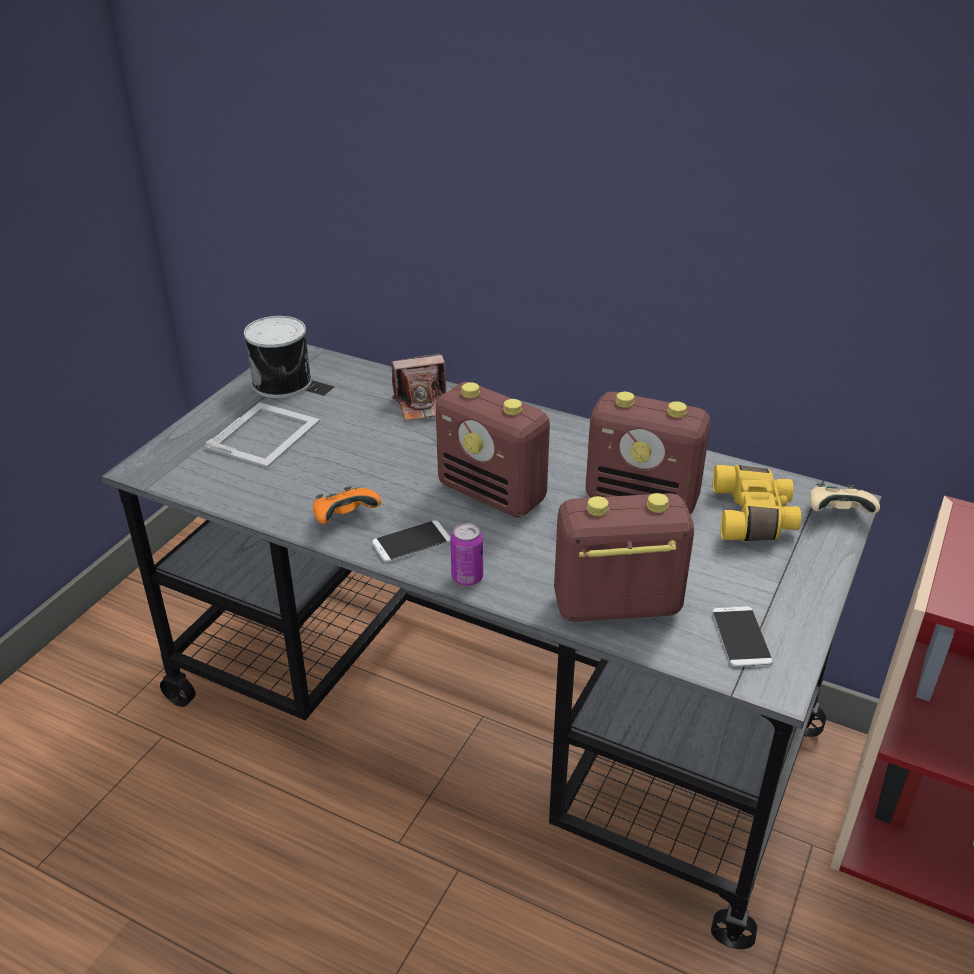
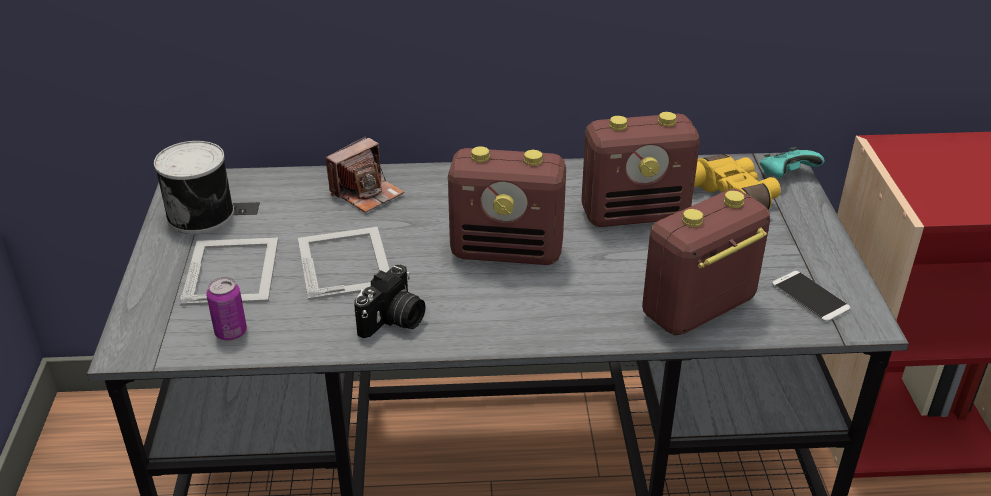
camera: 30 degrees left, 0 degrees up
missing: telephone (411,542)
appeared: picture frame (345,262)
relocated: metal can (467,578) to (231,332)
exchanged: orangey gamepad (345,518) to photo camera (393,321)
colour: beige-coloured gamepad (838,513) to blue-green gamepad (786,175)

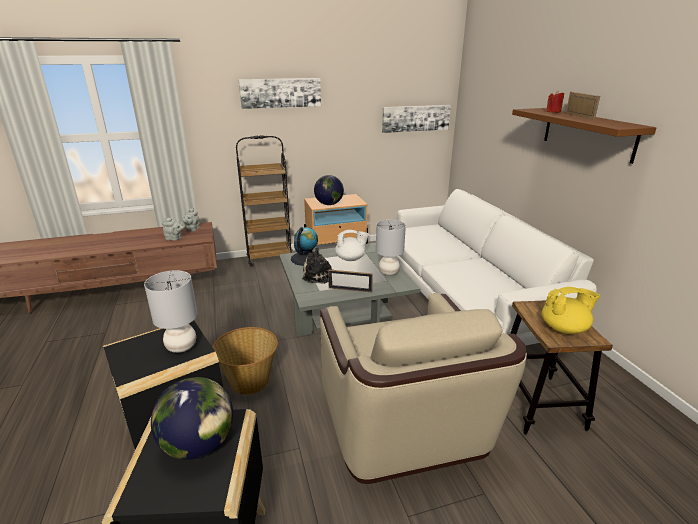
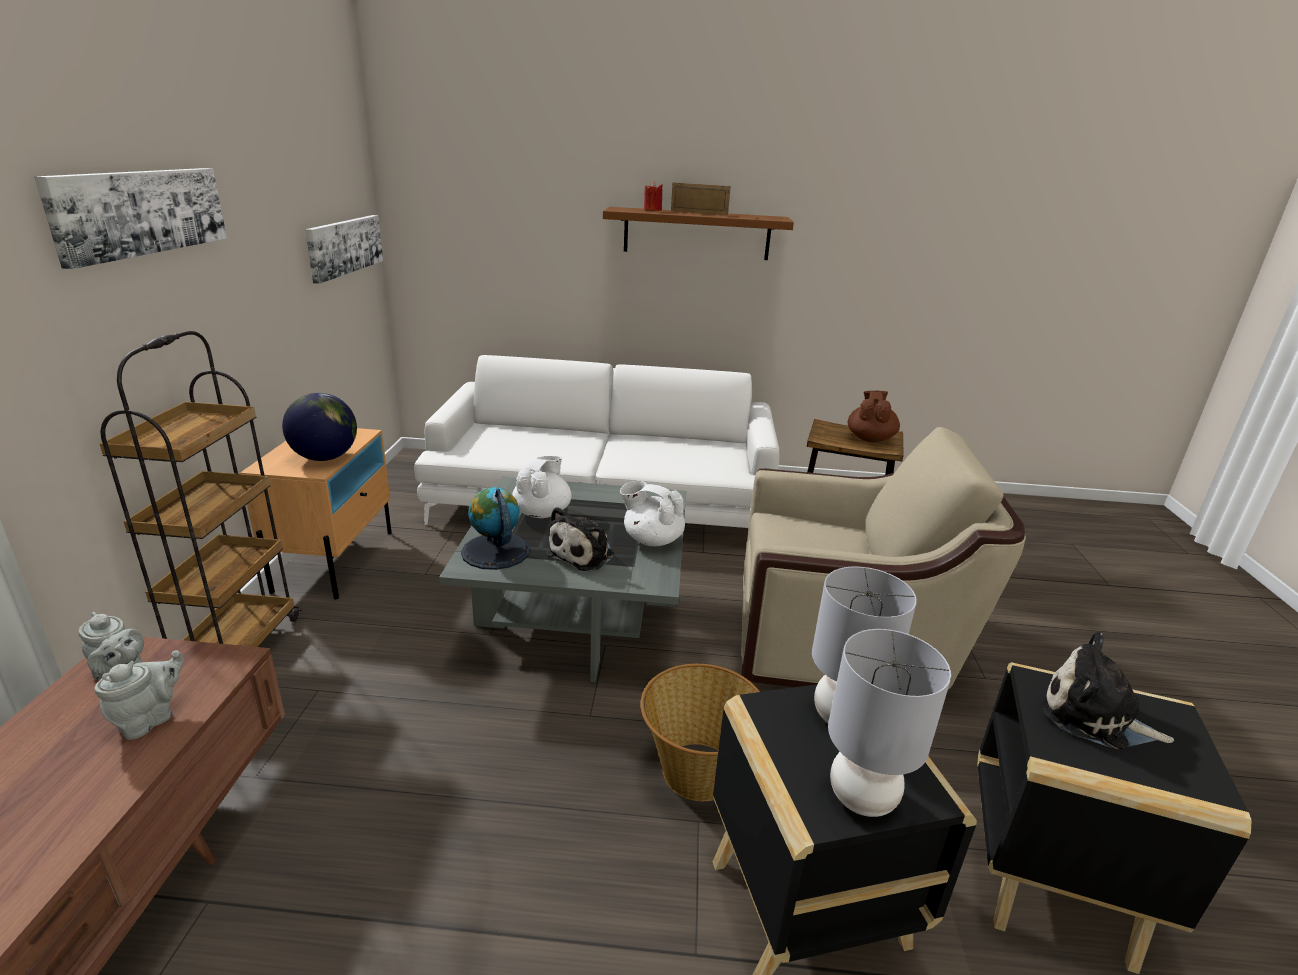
camera: 70 degrees left, 0 degrees up
relocated: grey lamp for a table (388,272) to (861,797)
exchanged: world globe (198,445) to soft toy (1094,716); picture frame (350,290) to whitish tea pot (652,539)
colour: yellow tea pot (564,329) to brownish tea pot (870,438)

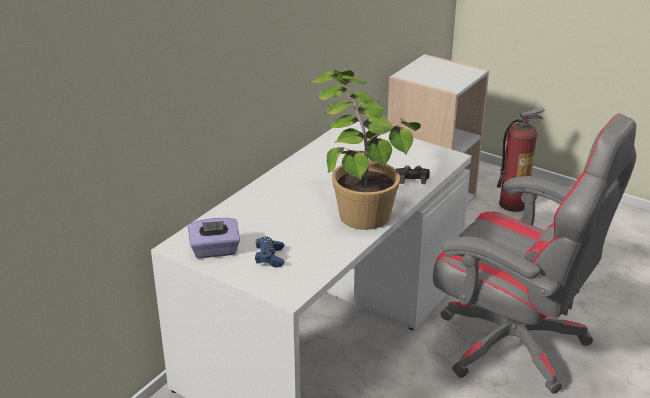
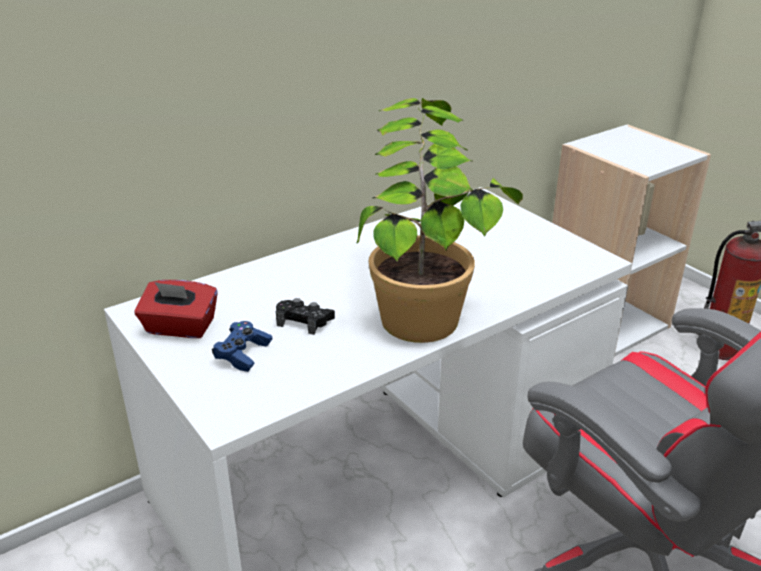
camera: 20 degrees right, 0 degrees up
relocated: blackish gamepad (412,178) to (304,321)
colour: purple box of tissues (215,251) to reddish box of tissues (180,328)

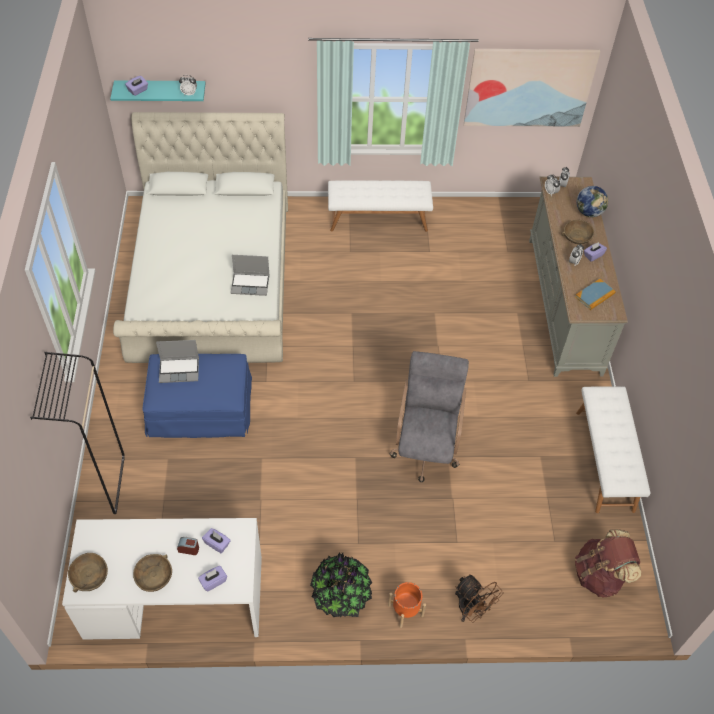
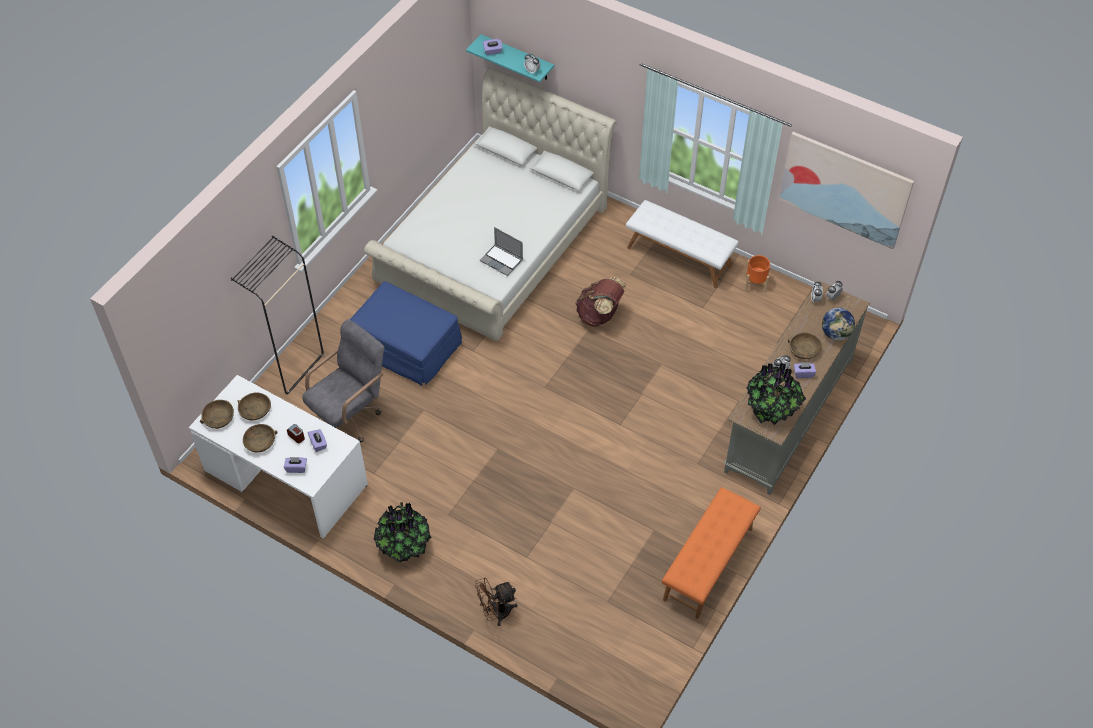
camera: 35 degrees right, 0 degrees up
missing: portable computer (180,370)
appeared: brownish bowl (255,410)
relocated: orangey plant pot (405,610) to (755,283); grey office chair (425,449) to (351,416); brownish rucksack (599,575) to (599,315)
exchanged: book (594,295) to potted plant (772,408)
colour: whitish long seat (605,460) to orangey long seat (708,564)
spun: brownish fan (471,610) = (496,612) 75 degrees clockwise

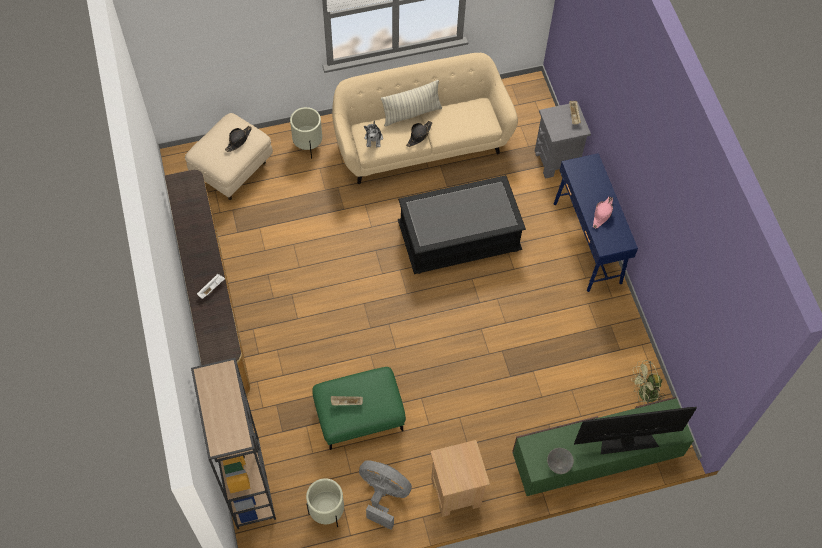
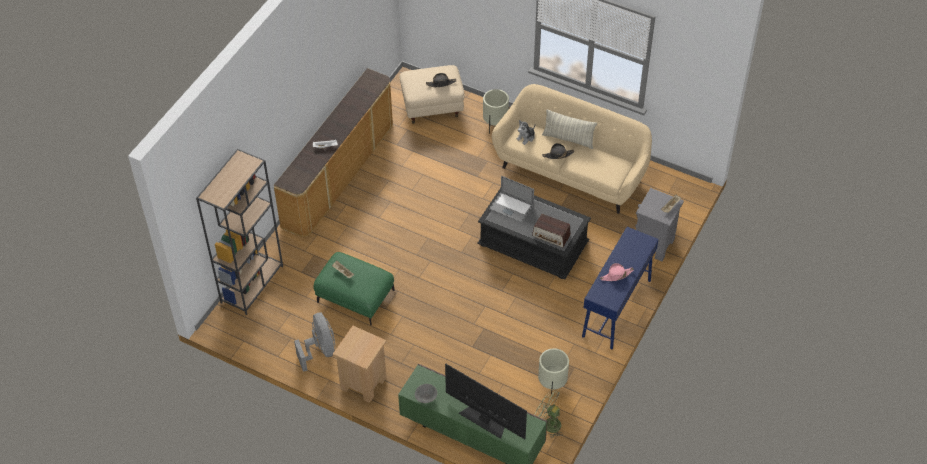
camera: 45 degrees right, 10 degrees down
appeared: portable computer (511,207); radio (551,236)
relocated: beige-coloured plant pot (326,512) to (552,384)

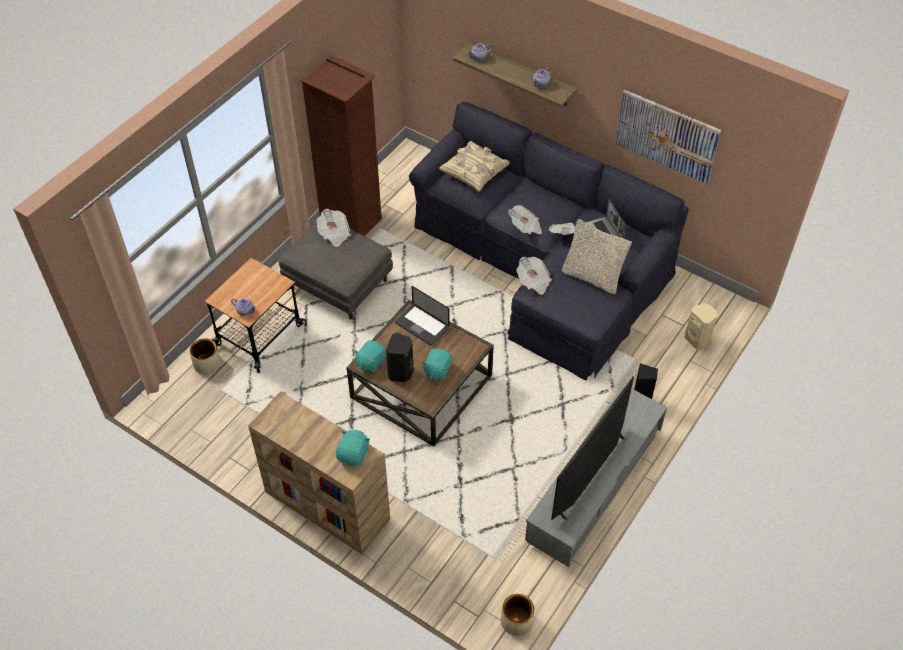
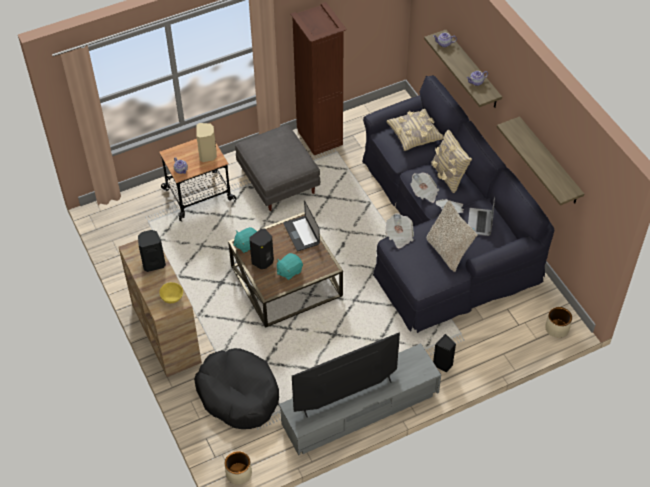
camera: 30 degrees right, 0 degrees up
missing: printed paper (334,234)
appeared: blackish audio speaker (153,263); blackish dog bed (238,394); beige-coloured throw pillow (448,176)
relocated: beige-coloured plant pot (207,364) to (557,328); beige-coloured audio speaker (697,340) to (208,155)
exchanged: blue-green soft toy (353,454) to yellow bowl (171,297); picture (666,136) to wall shelf (549,162)

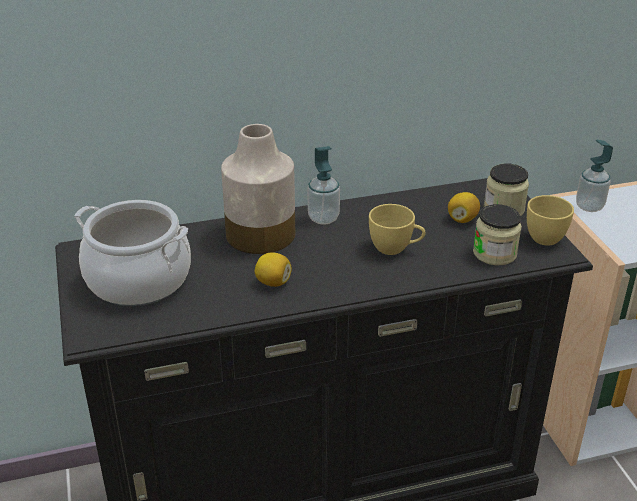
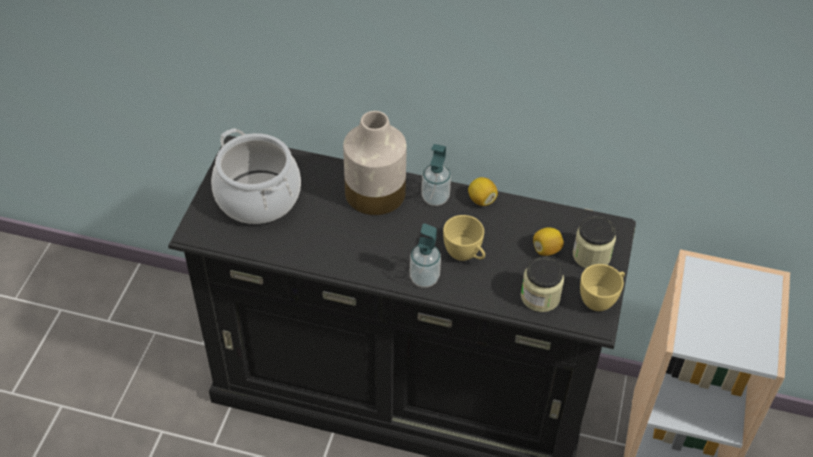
camera: 30 degrees right, 15 degrees up
relocated: citrus fruit (273,282) to (481,200); soap bottle (589,206) to (424,278)

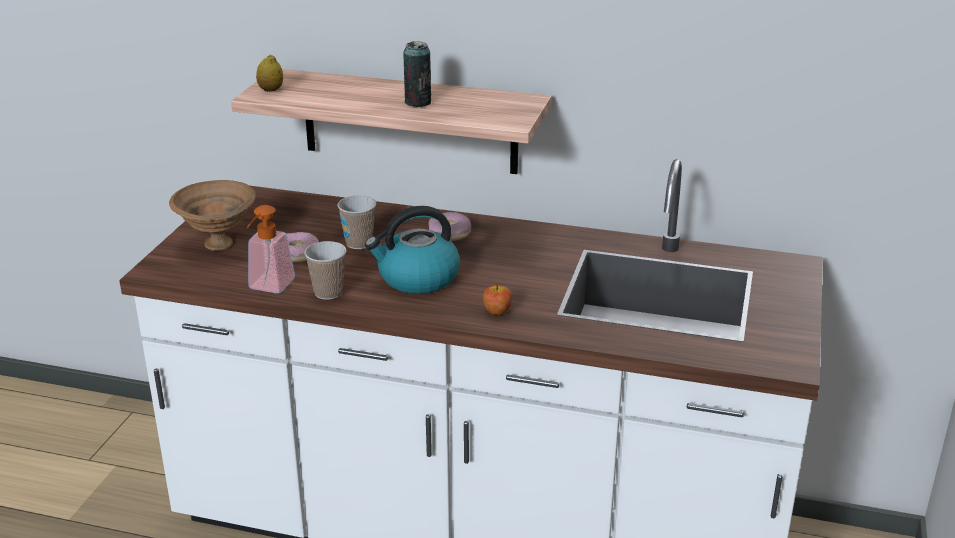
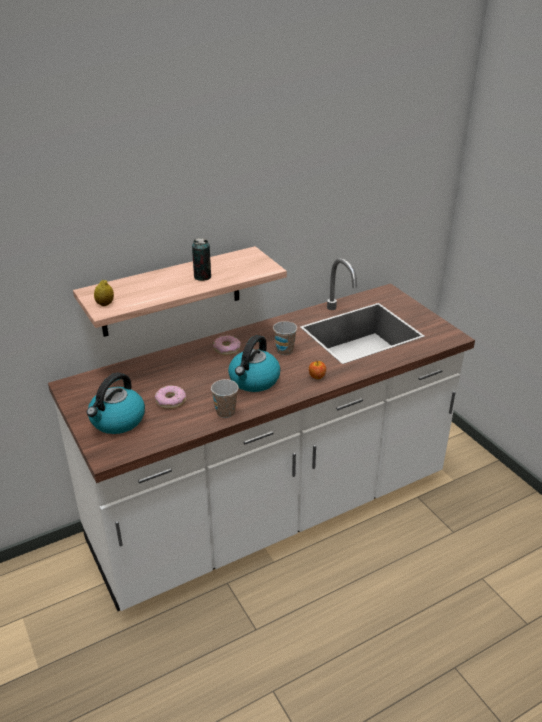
camera: 45 degrees left, 5 degrees up
missing: soap bottle (268,288)
relocated: drinking cup (359,243) to (284,351)
exchanged: brownish bowl (219,245) to water kettle (117,421)

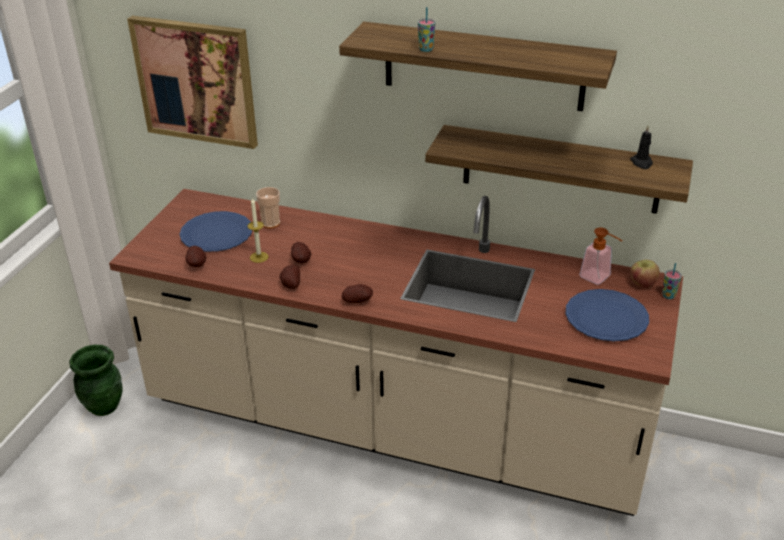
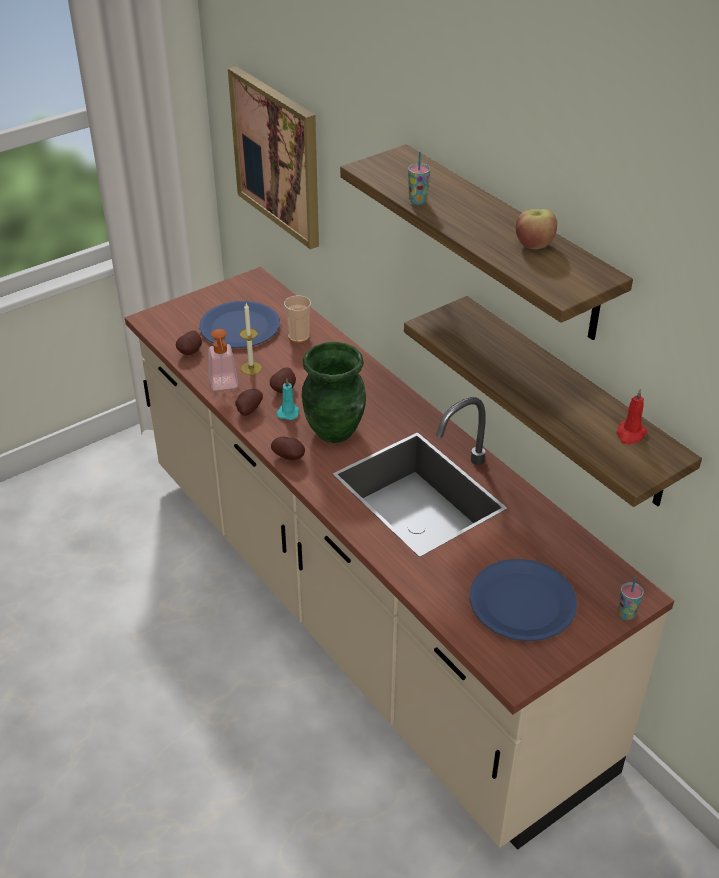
camera: 35 degrees right, 5 degrees up
appeared: blue-green wax light (288,412)
relocated: greenish flower vase (104,406) to (335,430); soap bottle (599,278) to (224,386); apple (642,284) to (534,244)
colour: blackish wax light (641,163) to reddish wax light (630,434)

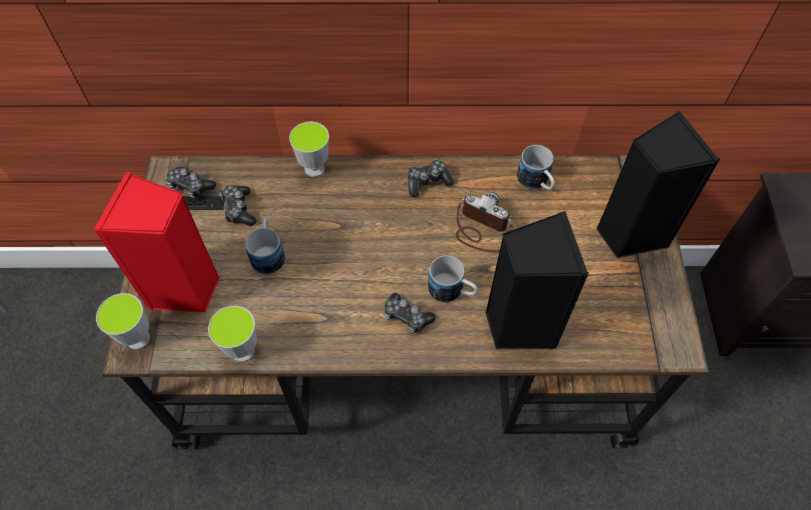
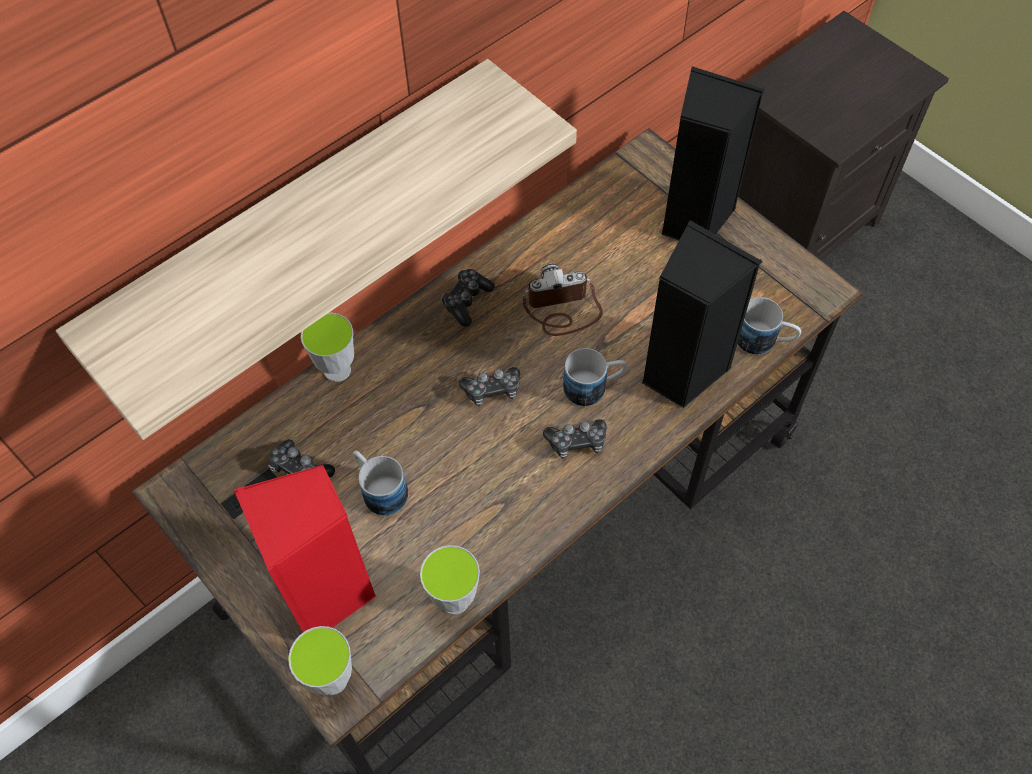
camera: 40 degrees left, 0 degrees up
appeared: wall shelf (299,223)
relocated: gamepad (190,186) to (492,390); coffee mug (536,182) to (764,341)

